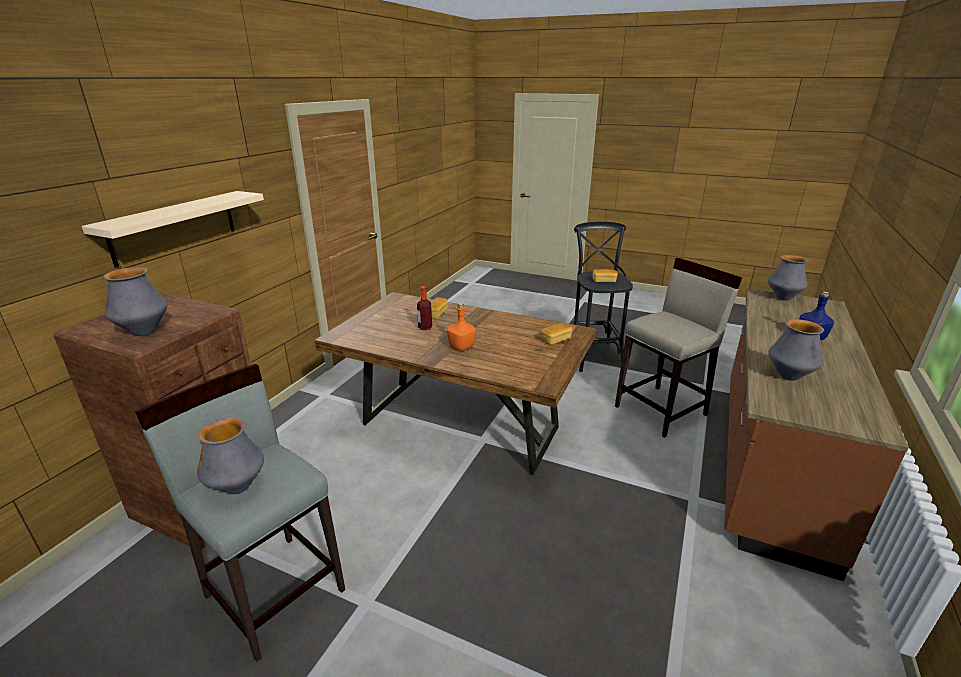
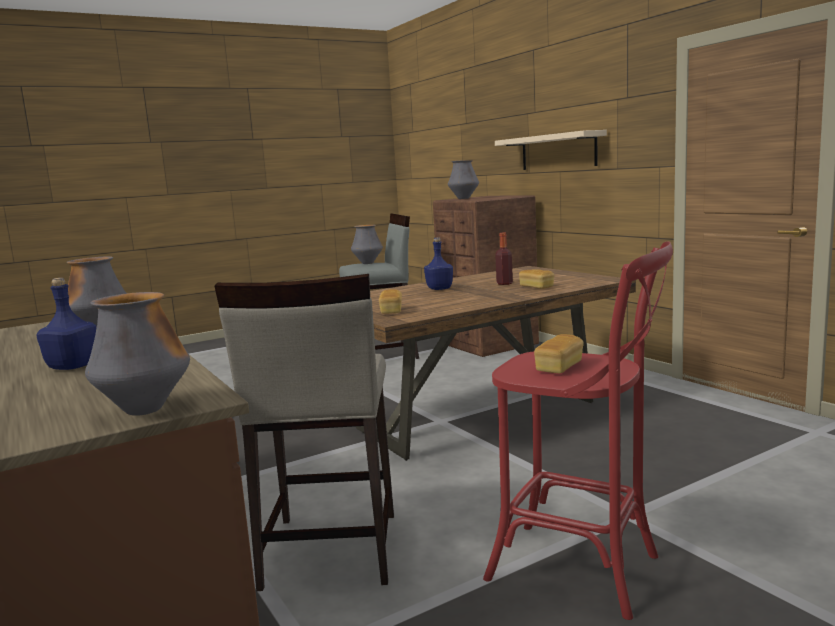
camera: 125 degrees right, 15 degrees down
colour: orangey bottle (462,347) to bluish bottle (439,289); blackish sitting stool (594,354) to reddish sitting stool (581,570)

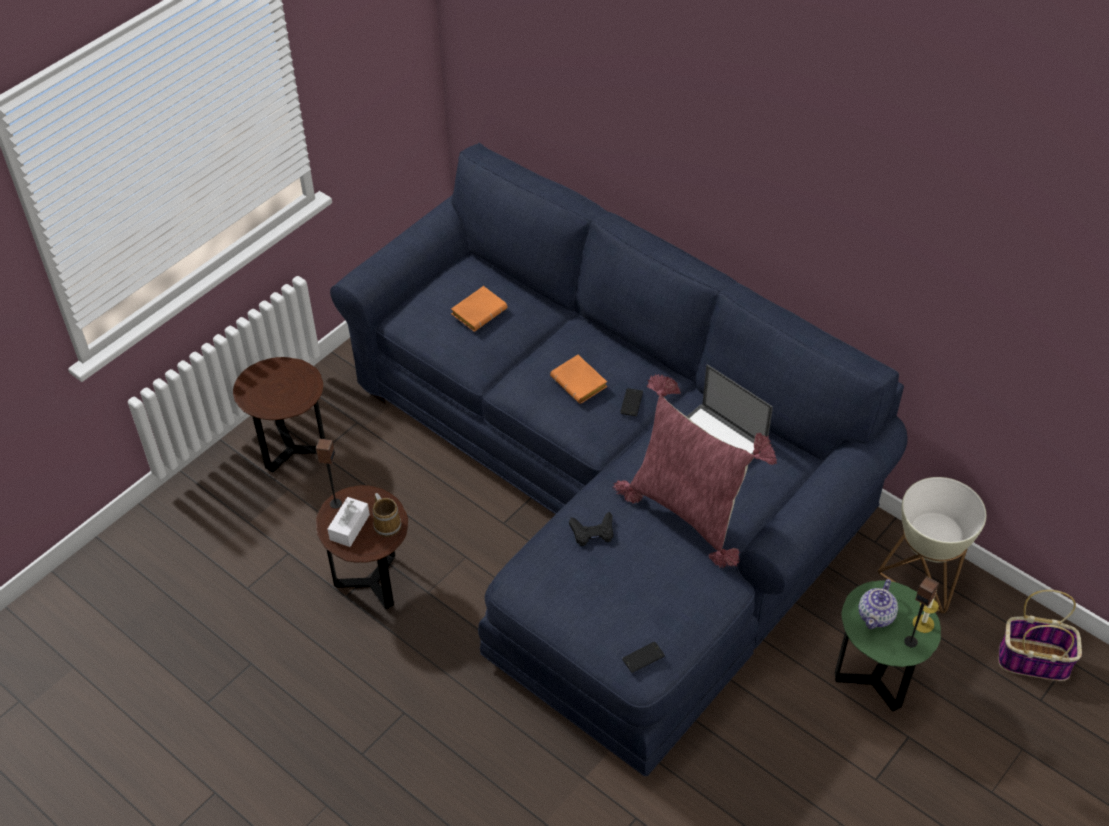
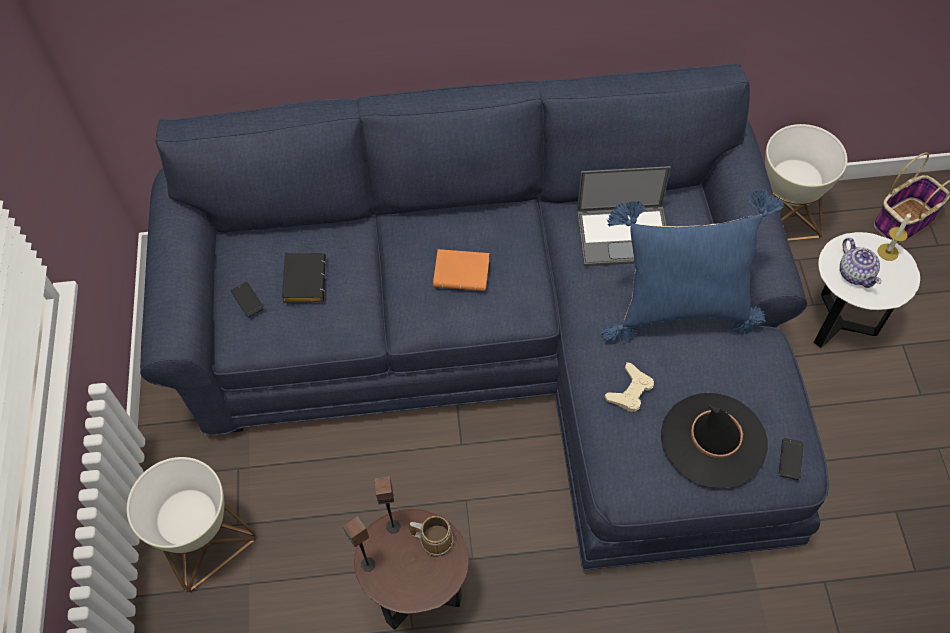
camera: 45 degrees left, 10 degrees up
missing: whitish box of tissues (349,527)
appeared: blackish hat (713,440)
relocated: telephone (631,402) to (247,300); audio speaker (911,641) to (393,526)
exchanged: brownish accent table (292,450) to plant pot (208,545)
colour: orangey book (479,311) to blackish book (303,279); blackish gamepad (593,532) to beige-coloured gamepad (630,391); reddish throw pillow (689,517) to bluish throw pillow (677,313); greenish accent table (874,680) to whitish accent table (839,324)

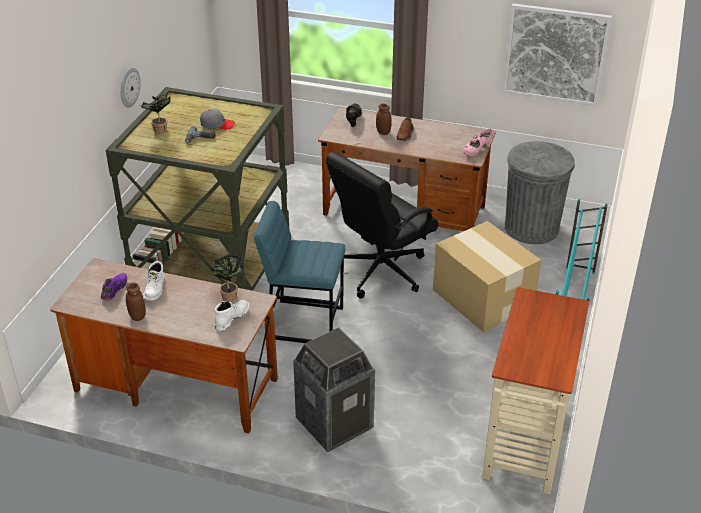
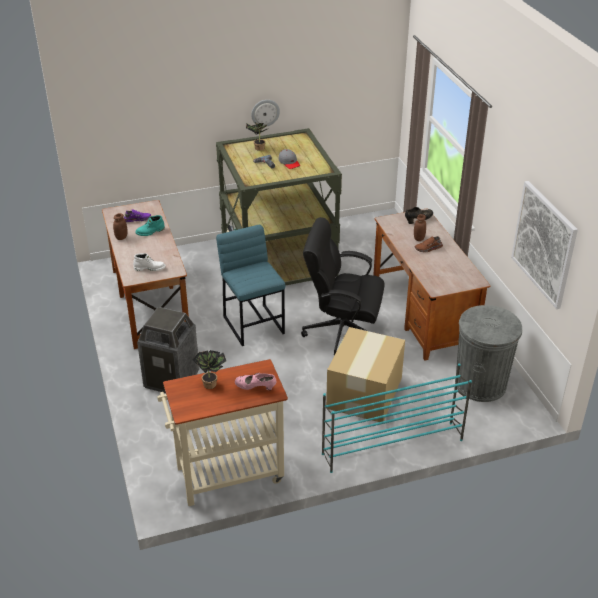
camera: 55 degrees right, 0 degrees up
relocated: potted plant (229,295) to (211,383); pink low shoe (477,151) to (255,388)
colour: whitish high-top boot (155,289) to blue-green high-top boot (150,232)

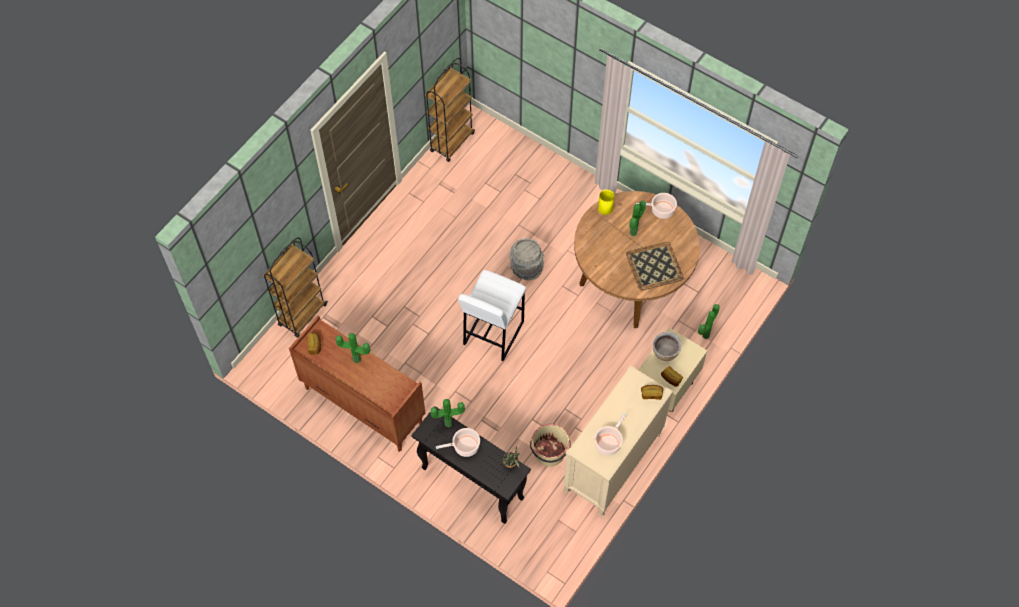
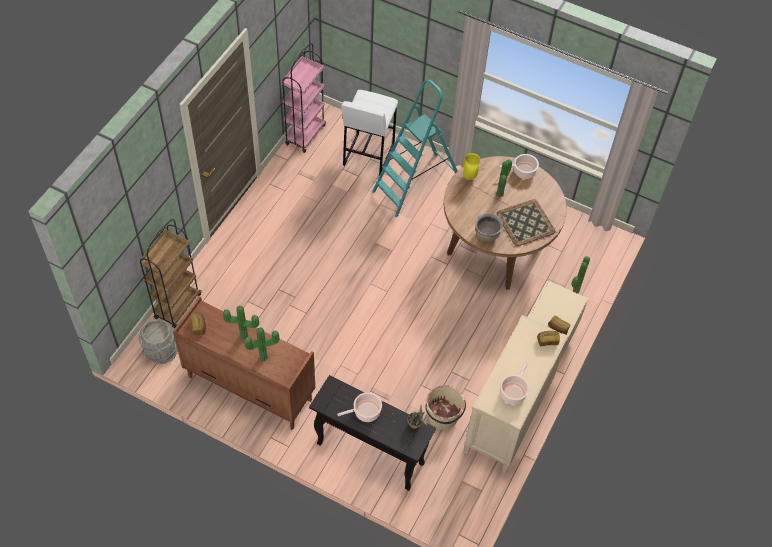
camera: 10 degrees left, 5 degrees down
appeared: blue-green step ladder (416,185)
relocated: potted plant (449,425) to (264,359); whitish sitting stool (493,334) to (368,155); grey pail (526,268) to (161,351); brownish saucepot (665,353) to (487,235)
colour: brownish cart (451,143) to pink cart (305,135)

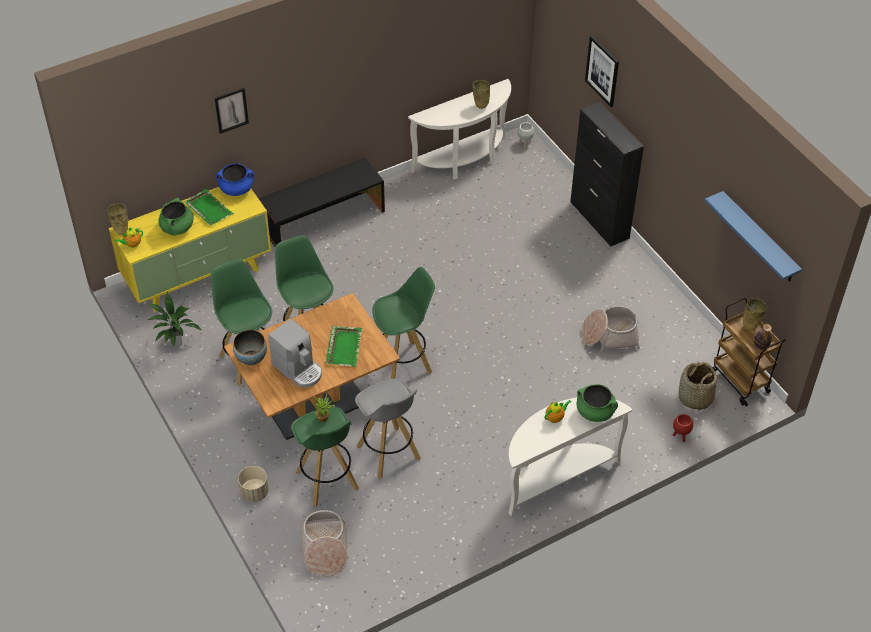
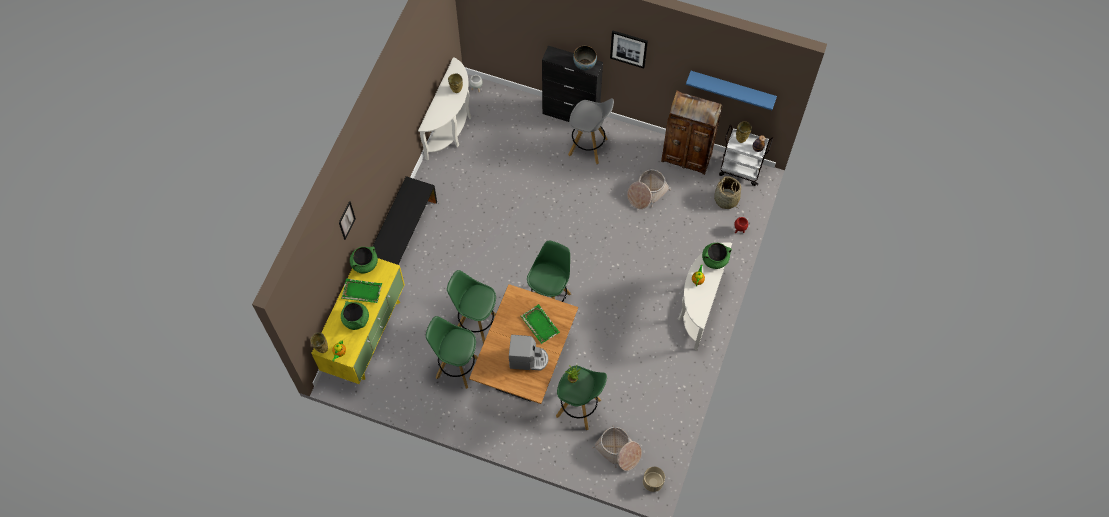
camera: 40 degrees left, 15 degrees up
missing: potted plant (176,343)
appeared: brownish cupboard (687,157)
relocated: bowl (251,358) to (584,65); beige-coloured plant pot (255,492) to (653,482); grey sitting stool (388,453) to (588,147); picture (602,71) to (628,48)
colour: bluish saucepot (236,189) to greenish saucepot (365,264); brownish cart (740,381) to whitish cart (740,171)

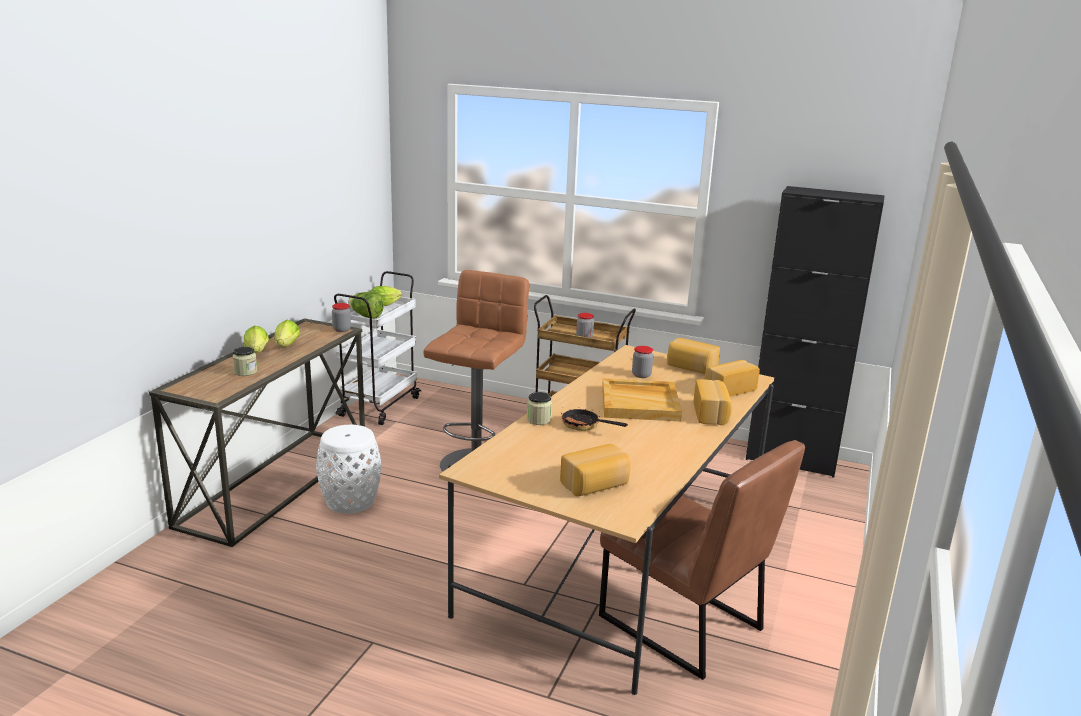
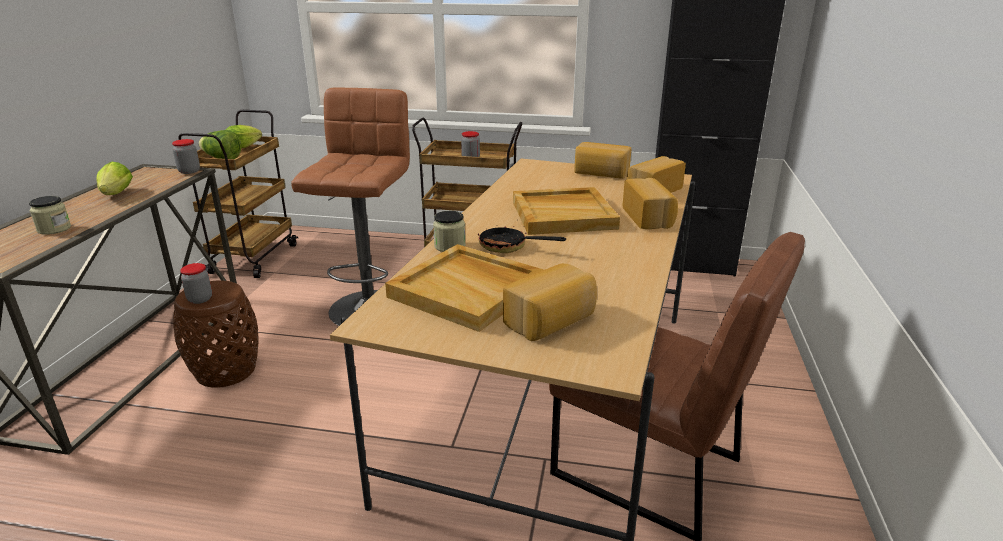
camera: 10 degrees left, 5 degrees up
missing: lettuce (257,353)
appeared: beige-coloured carrying tray (468,290)
relocated: jar (641,375) to (200,299)
colour: whitish sitting stool (351,501) to brownish sitting stool (226,371); whitish cart (380,406) to brownish cart (254,258)

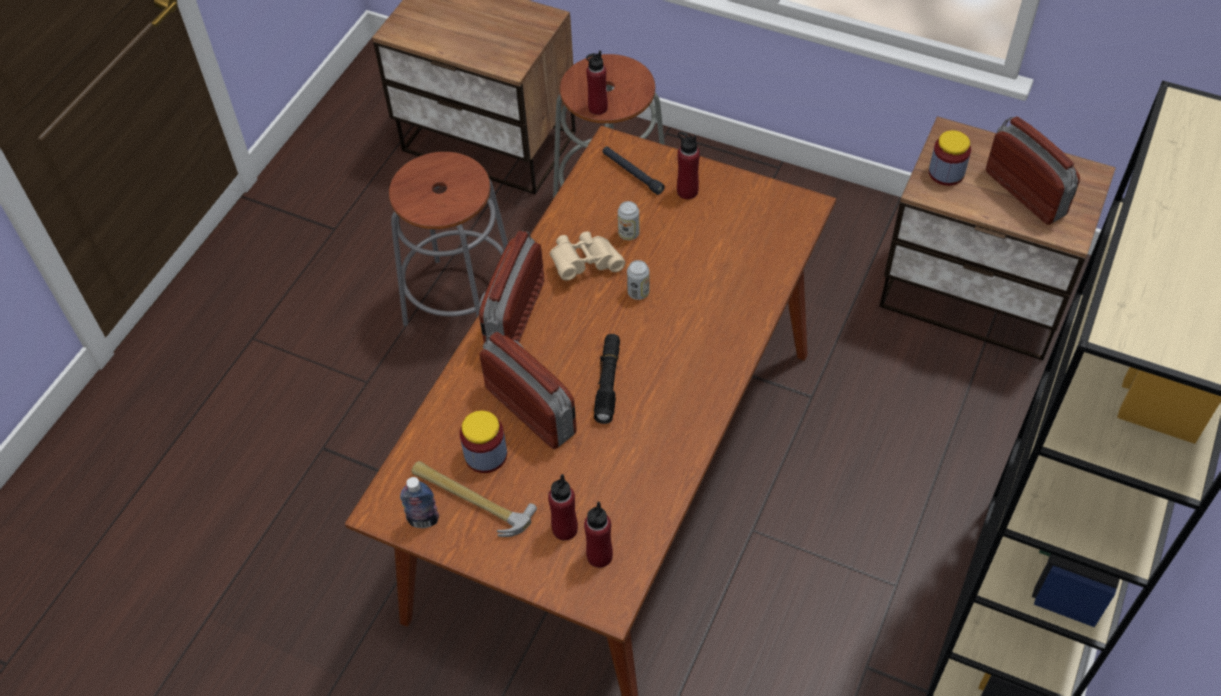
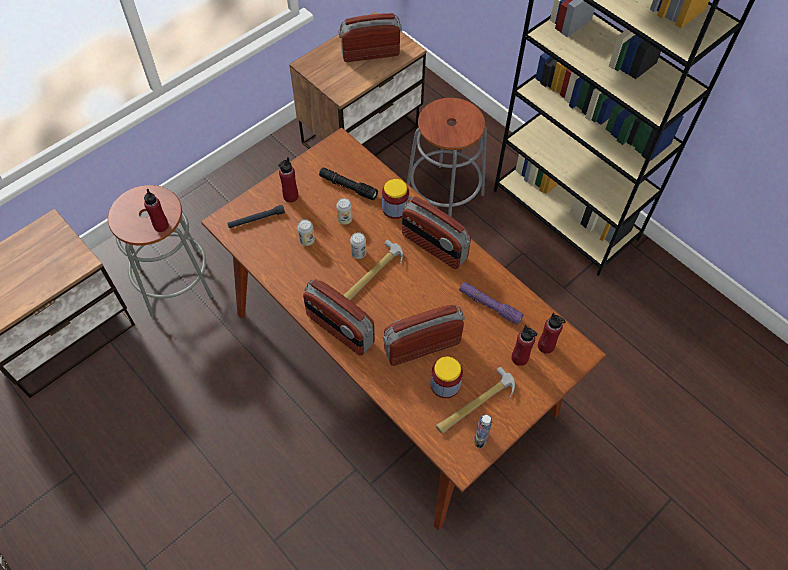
camera: 70 degrees left, 5 degrees up
missing: beige-coloured field glasses (585,264)
appeared: metal can (345,219); tool hammer (371,275); radio (434,247); purple hand torch (489,305)
relocated: grey sitting stool (460,301) to (444,196); blackish hand torch (608,382) to (348,187); jar (946,173) to (395,208)

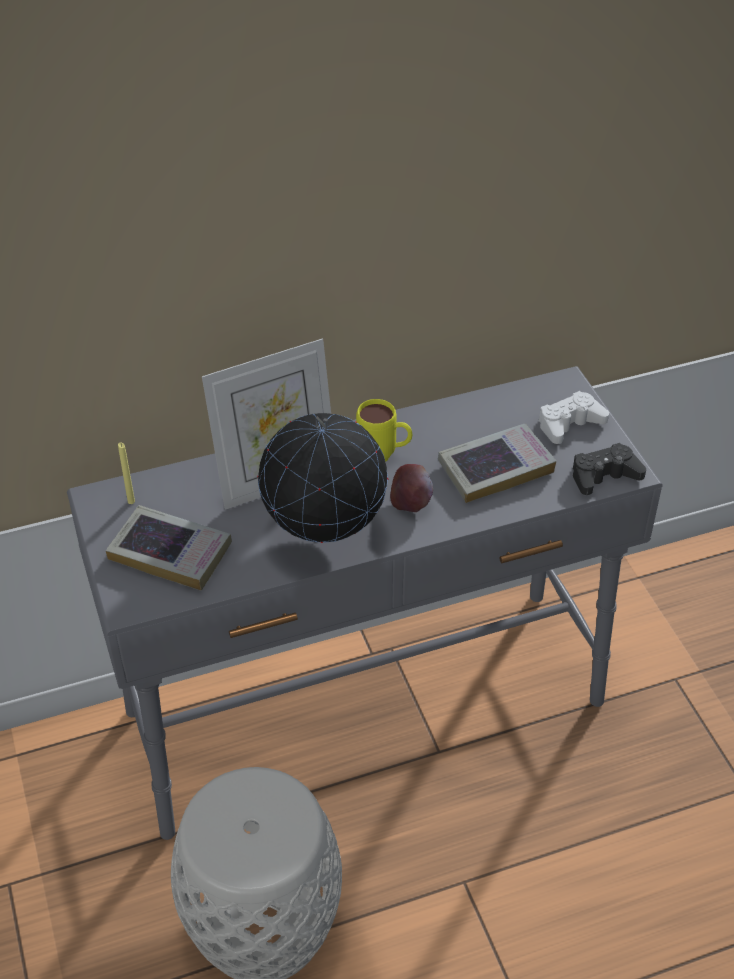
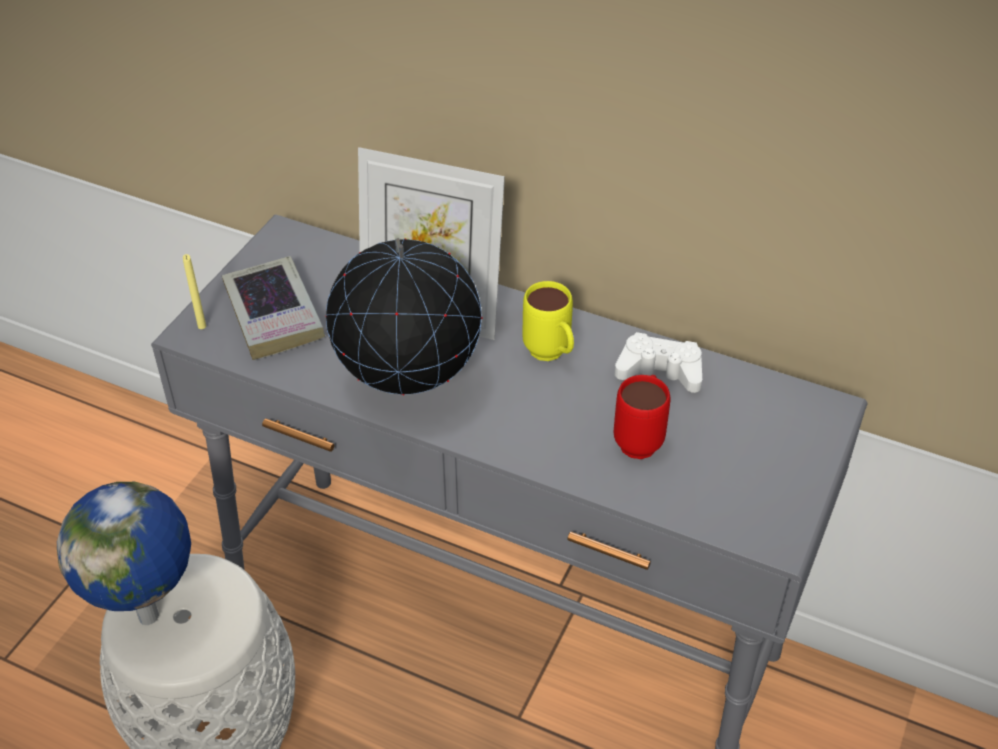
camera: 45 degrees right, 0 degrees up
missing: apple (410,502); blackish gamepad (604,475)
appeared: world globe (151,616)
relocated: yellow wax light (131,501) to (202,326); whitish gamepad (569,424) to (660,371)
exchanged: book (495,468) to reddish coffee mug (641,438)

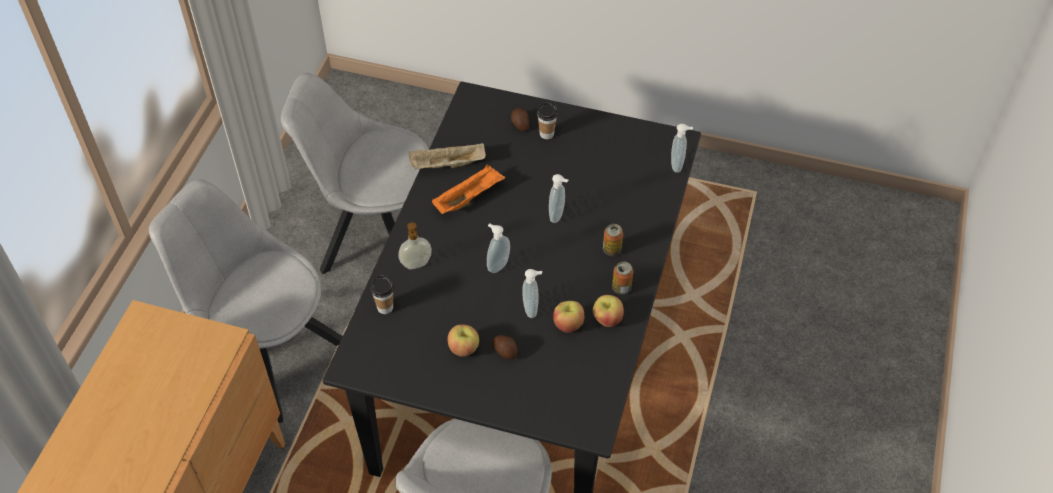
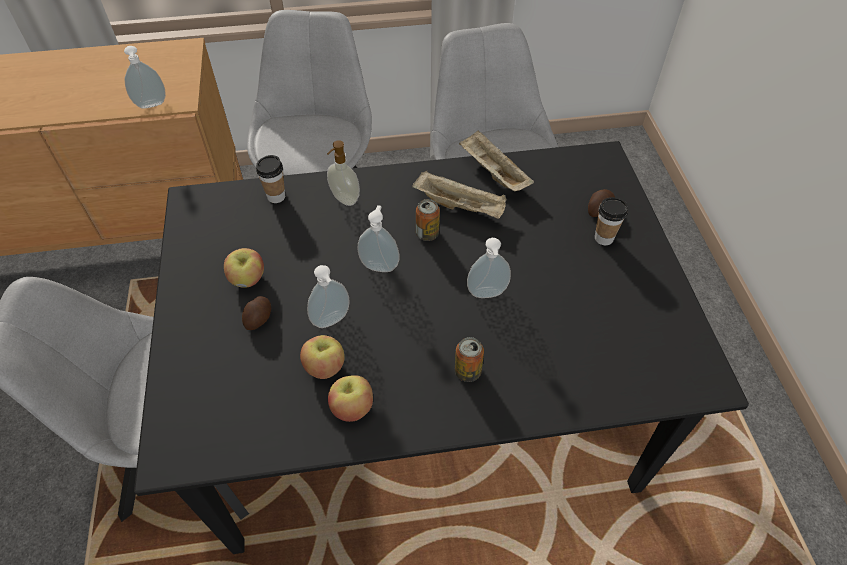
camera: 65 degrees right, 0 degrees up
relocated: metal can (621,288) to (427,234); soap bottle (678,165) to (152,105)
colour: orangey carrying tray (469,197) to beige-coloured carrying tray (460,206)

